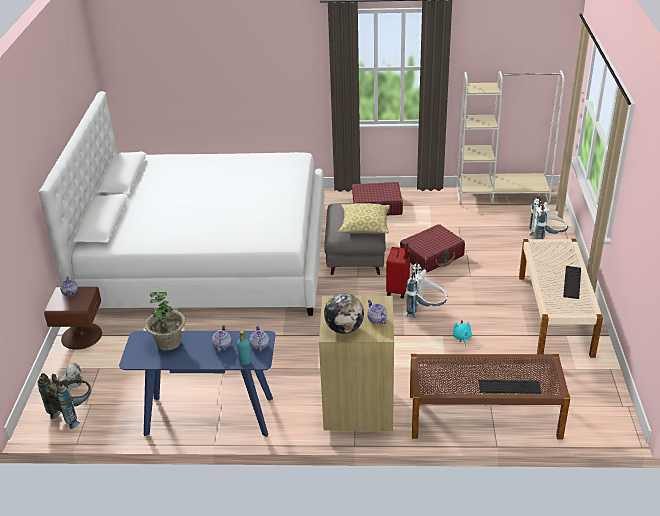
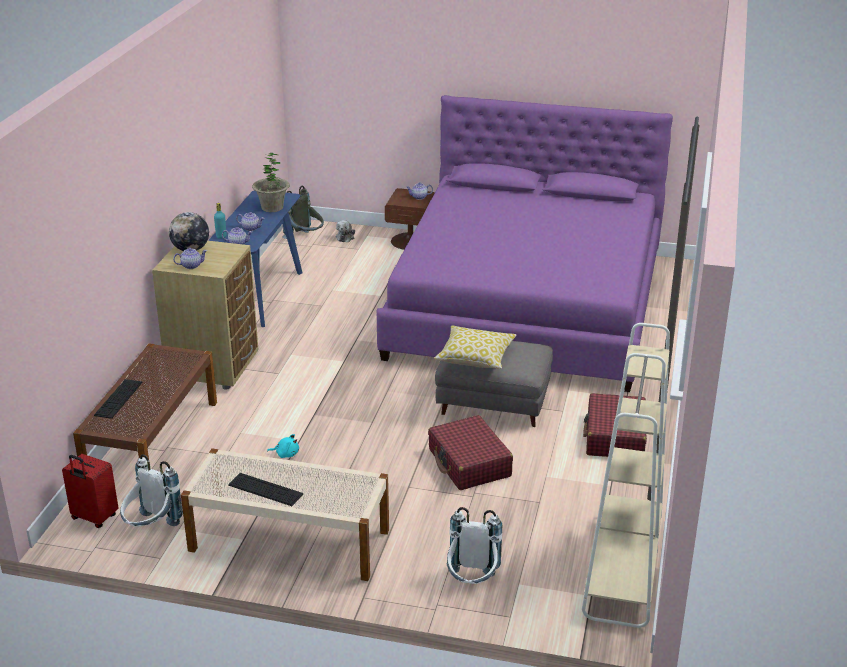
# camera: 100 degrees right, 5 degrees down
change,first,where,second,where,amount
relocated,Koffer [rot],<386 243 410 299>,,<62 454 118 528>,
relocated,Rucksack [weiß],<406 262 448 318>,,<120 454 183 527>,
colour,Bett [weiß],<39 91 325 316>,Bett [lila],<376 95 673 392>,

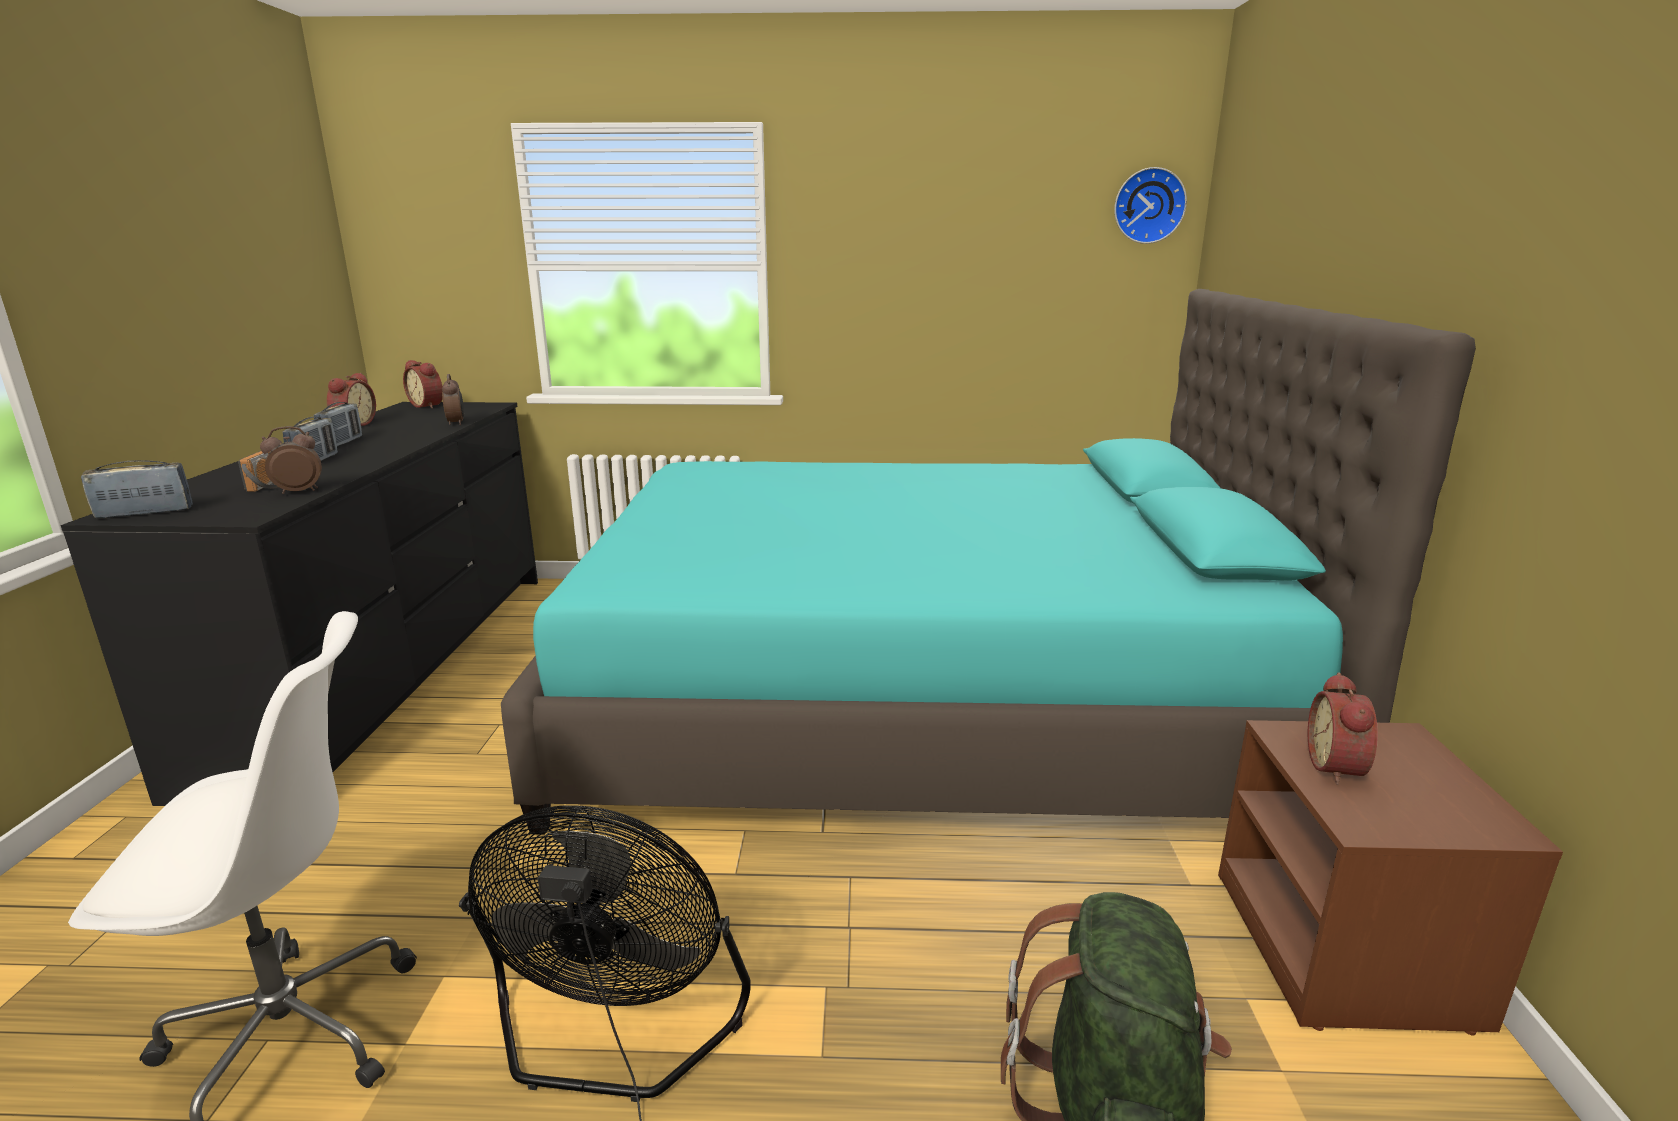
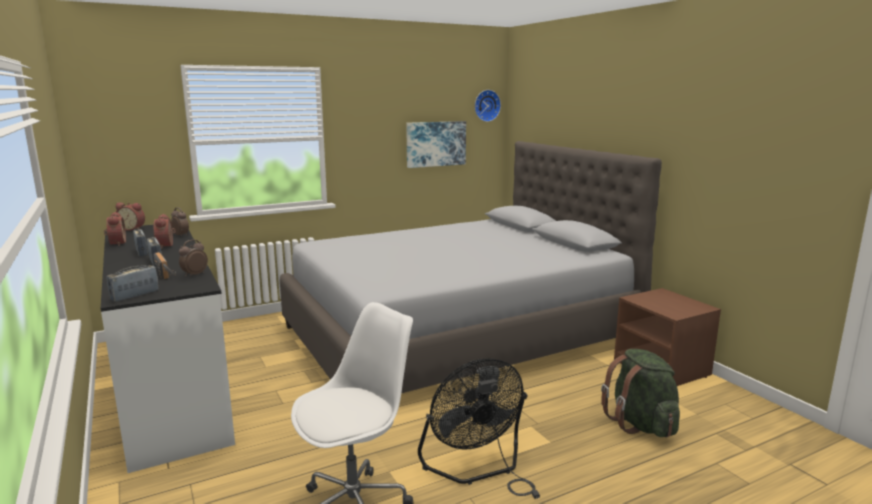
# camera: 30 degrees left, 5 degrees down
change,first,where,second,where,amount
colour,Kommode [schwarz],<61 402 538 806>,Kommode [weiß],<101 225 235 473>,
relocated,Wecker,<1308 673 1378 785>,,<154 214 176 249>,
colour,Bett [türkis],<501 289 1476 835>,Bett [grau],<280 141 662 393>,
appeared,,,Bild,<406 121 466 168>,

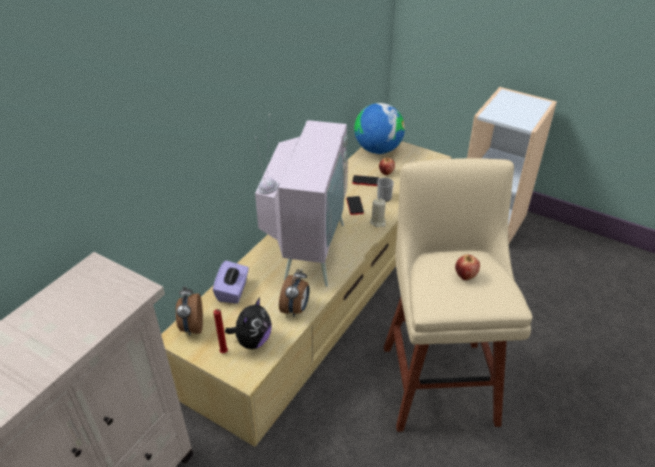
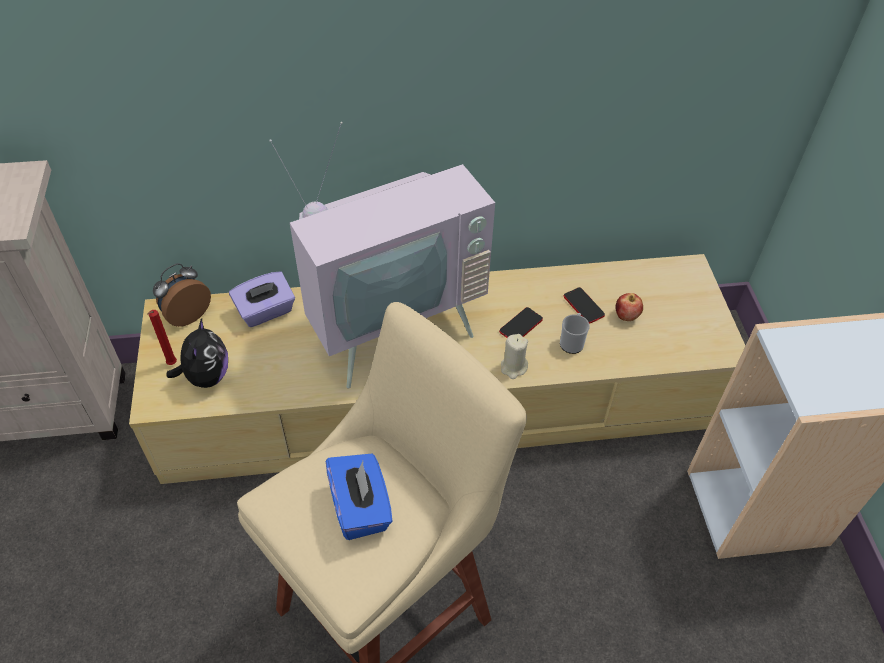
# camera: 50 degrees right, 10 degrees up
change,first,where,second,where,amount
spun,Plüschtier,<225 297 271 349>,,<166 318 228 388>,75 degrees counterclockwise
exchanged,Apfel,<455 254 480 280>,Taschentuchbox [blau],<326 454 393 540>,
missing,Wecker,<279 269 310 317>,,,
missing,Globus,<354 103 405 154>,,,

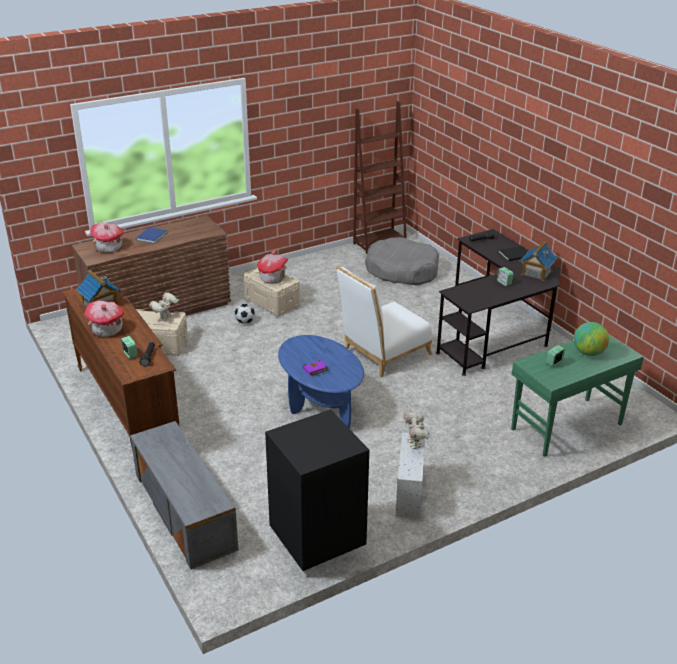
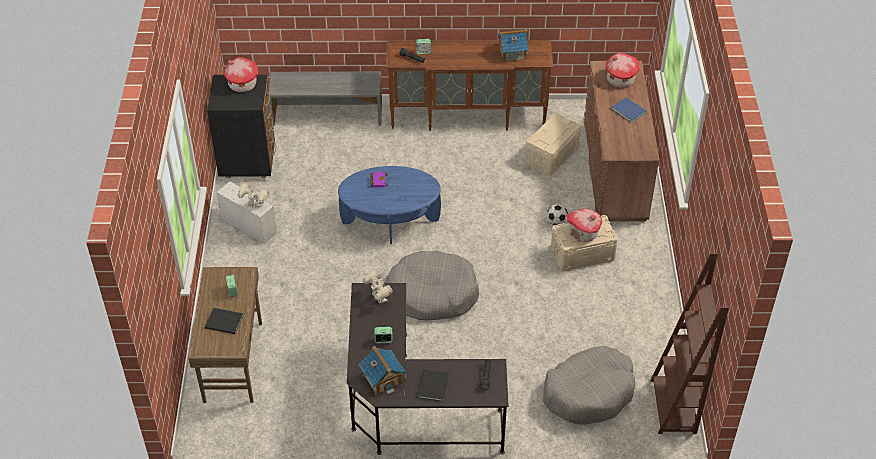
# camera: 120 degrees right, 15 degrees up
change,first,where,second,where,amount
colour,Konsolentisch [grün],<511 335 644 457>,Konsolentisch [braun],<189 267 262 403>,
exchanged,Globus,<574 322 609 356>,Buch [schwarz],<205 308 244 334>,
relocated,Spielzeughaus,<85 300 124 337>,,<224 57 258 92>,
relocated,Spielzeugroboter,<149 292 179 322>,,<362 270 393 304>,
exchanged,Stuhl [weiß],<336 266 432 377>,Hundebett [grau],<385 251 479 320>,

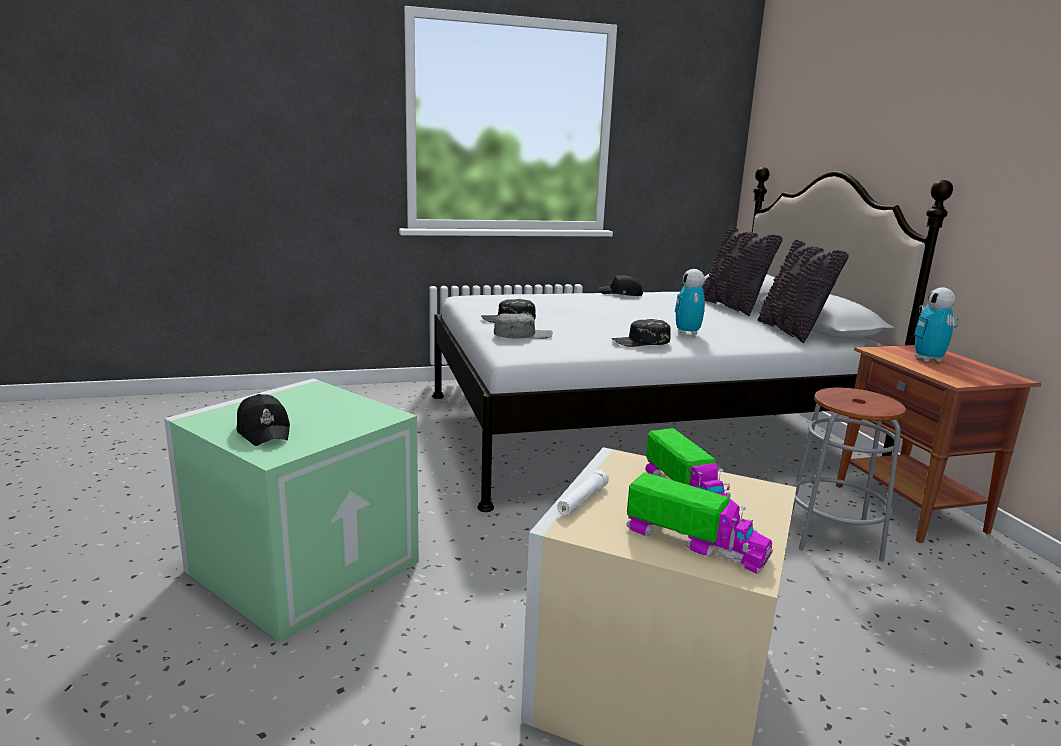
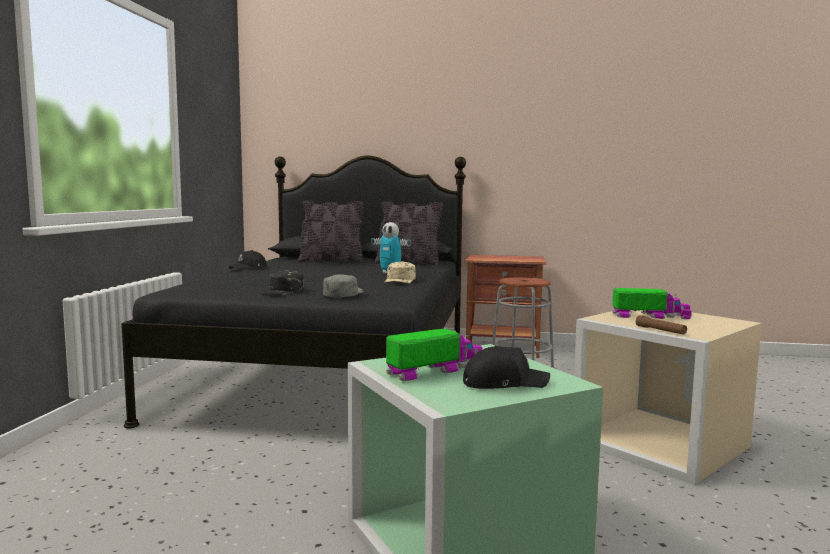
# camera: 65 degrees left, 10 degrees down
change,first,where,second,where,amount
colour,Bett [weiß],<432 167 953 512>,Bett [schwarz],<121 156 466 429>,
colour,Kappe [schwarz],<612 319 671 347>,Kappe [beige],<384 262 416 283>,
relocated,Spielzeuglaster,<626 472 773 574>,,<386 329 482 381>,
colour,Taschenlampe [weiß],<557 470 609 515>,Taschenlampe [braun],<636 315 687 335>,
missing,Spielzeugroboter,<914 287 959 362>,,,

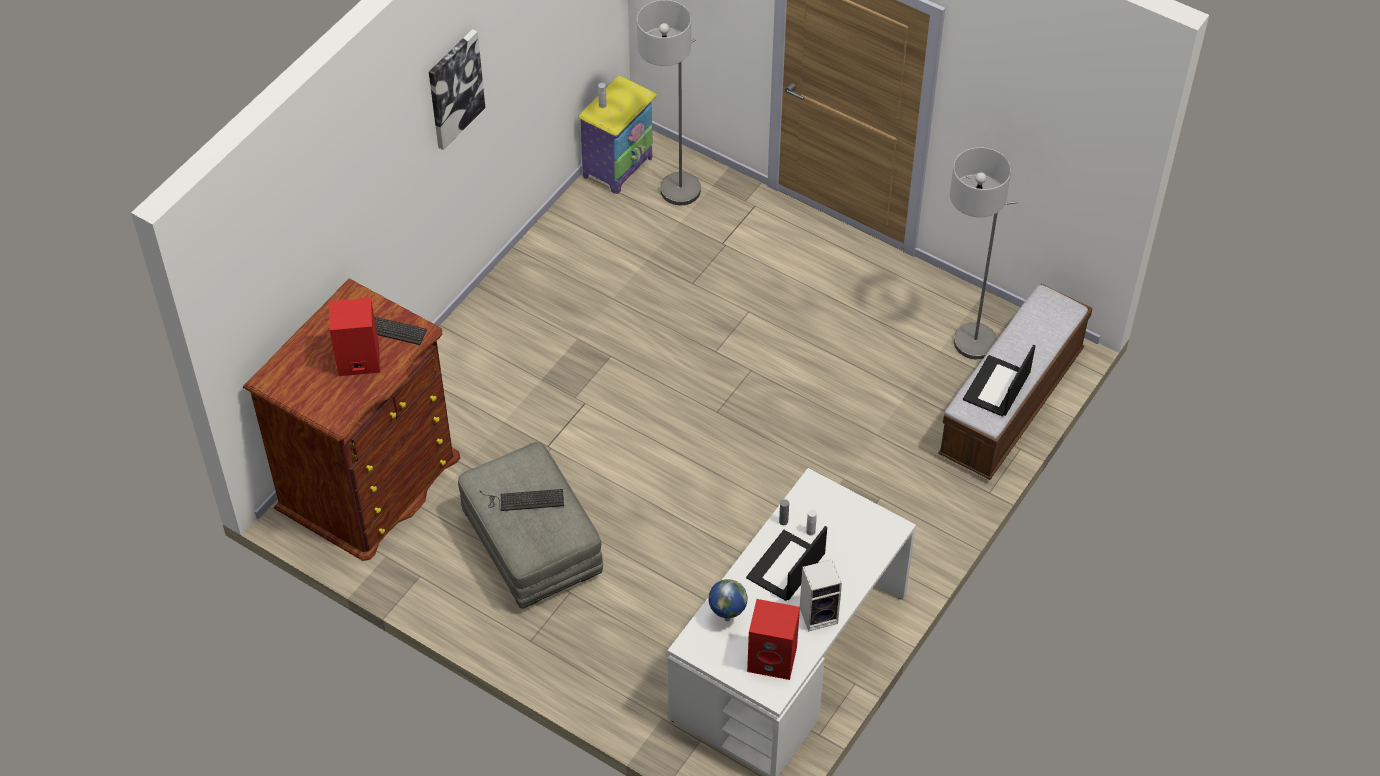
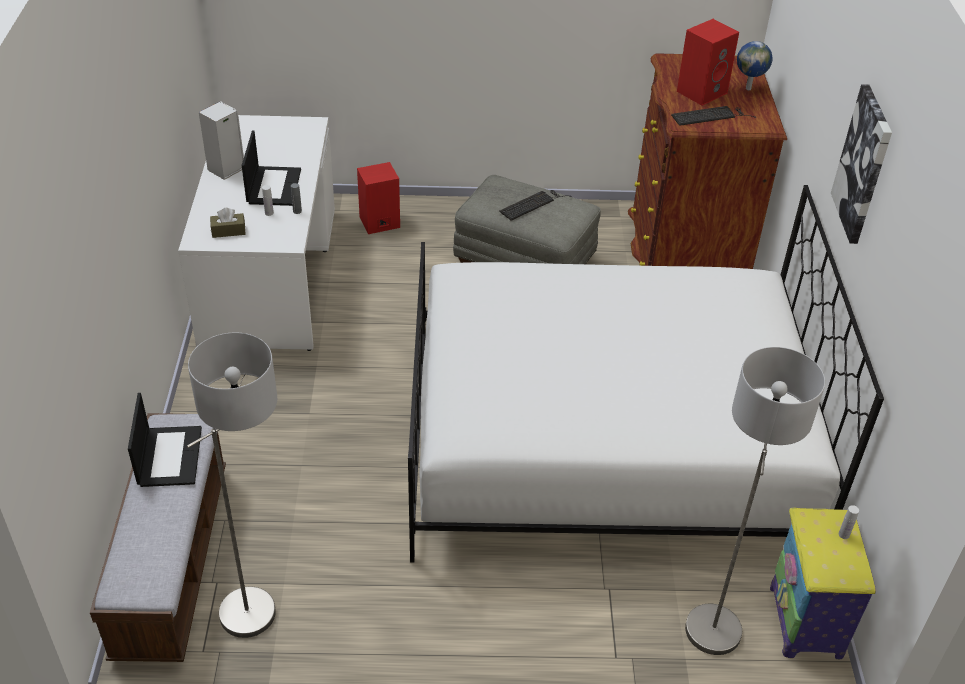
# camera: 145 degrees right, 10 degrees down
change,first,where,second,where,amount
appeared,,,Taschentuchbox [braun],<210 208 246 238>,
relocated,Lautsprecher [rot],<747 599 800 680>,,<357 162 400 234>,
appeared,,,Bett [weiß],<408 185 884 563>,
relocated,Globus,<708 579 747 622>,,<737 41 773 90>,

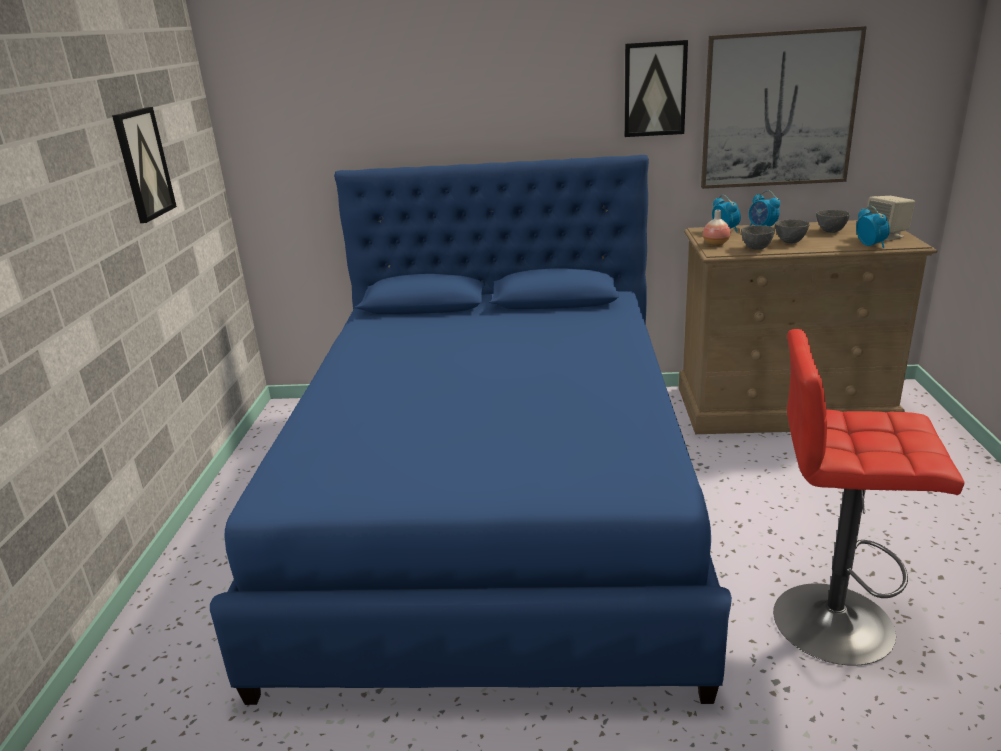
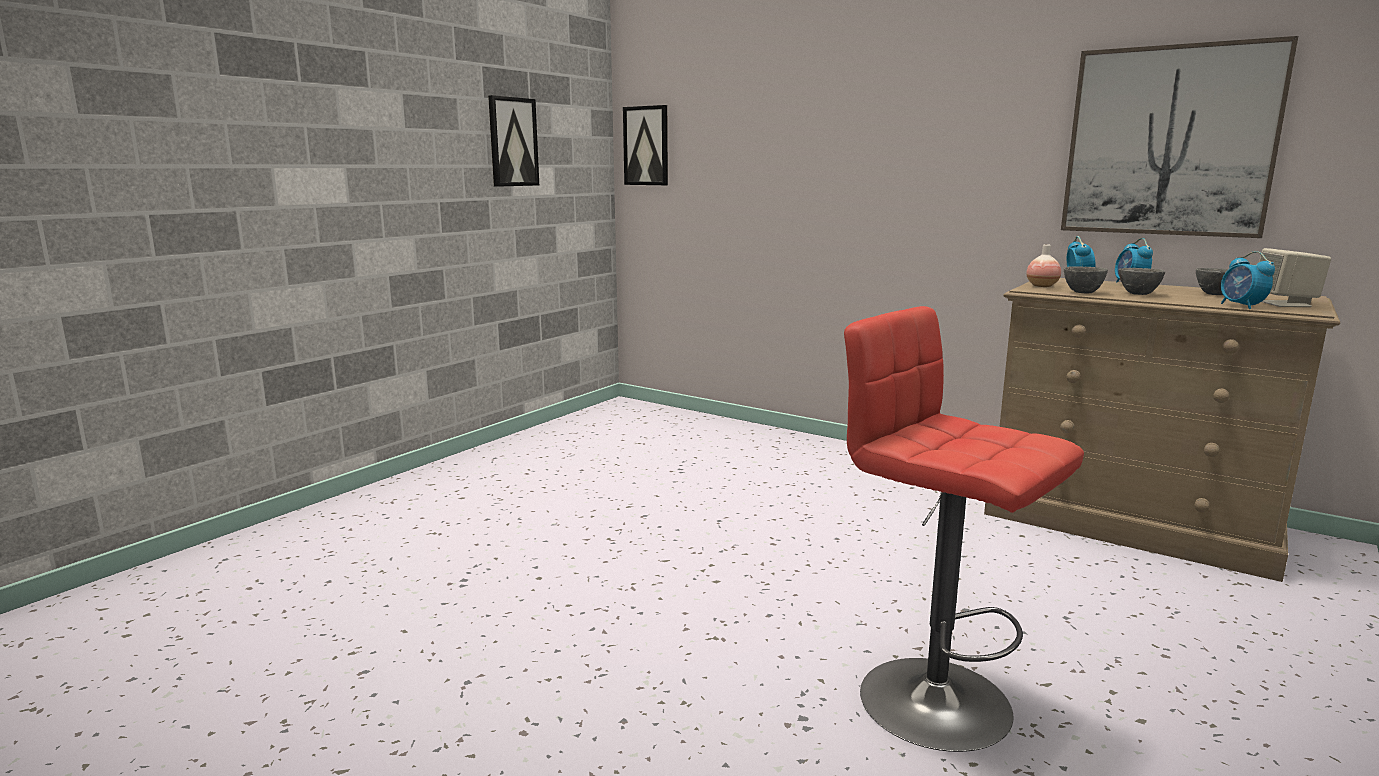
# camera: 30 degrees right, 10 degrees down
change,first,where,second,where,amount
relocated,Bild,<624 40 688 137>,,<623 105 668 185>,
spun,Wecker,<856 206 890 248>,,<1221 251 1275 309>,150 degrees clockwise
missing,Bett [blau],<210 155 732 705>,,,

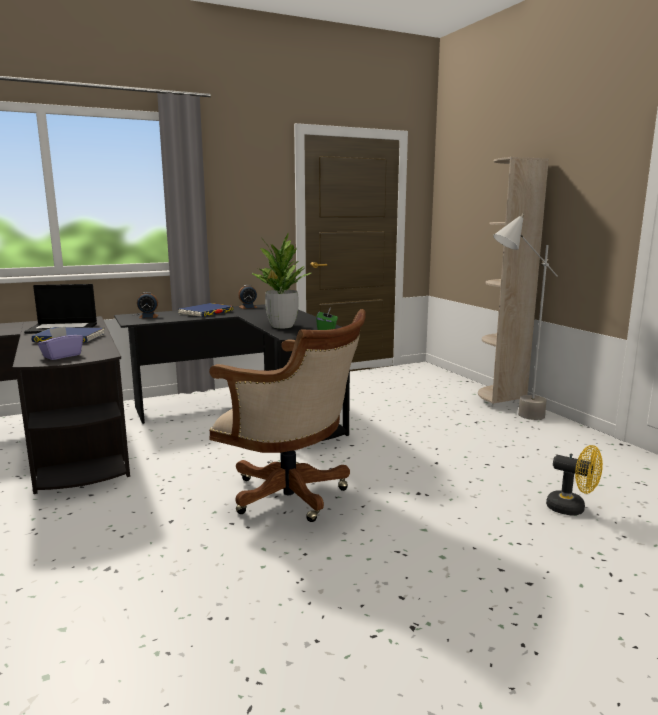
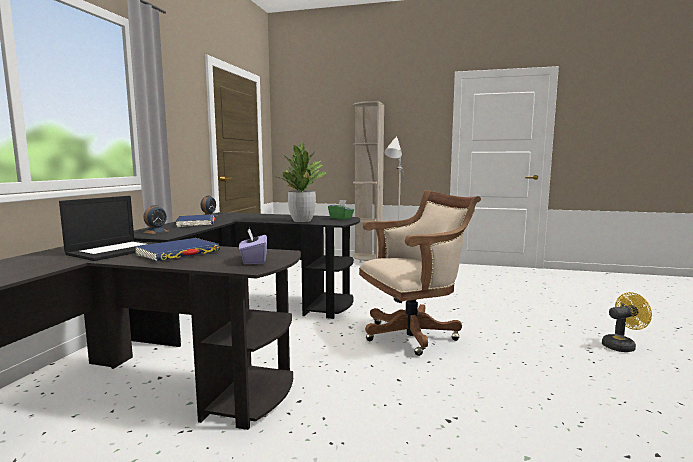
# camera: 50 degrees left, 5 degrees down
change,first,where,second,where,amount
relocated,Ventilator [gelb],<546 445 603 516>,,<602 292 652 352>,

